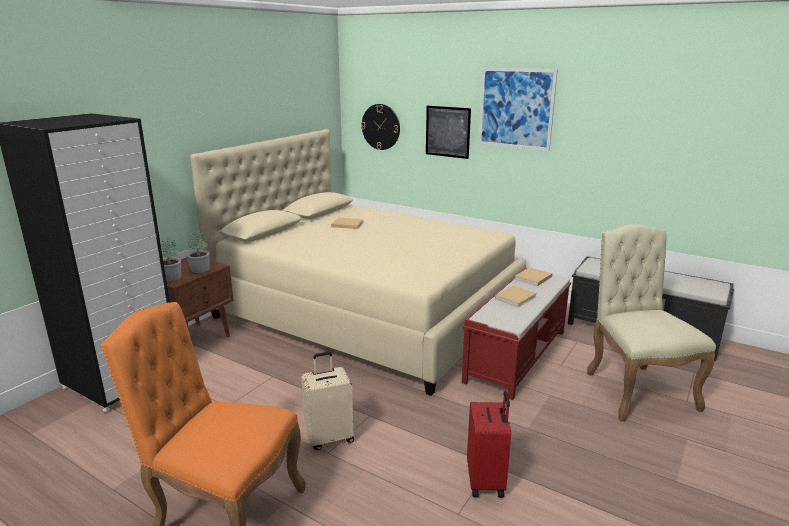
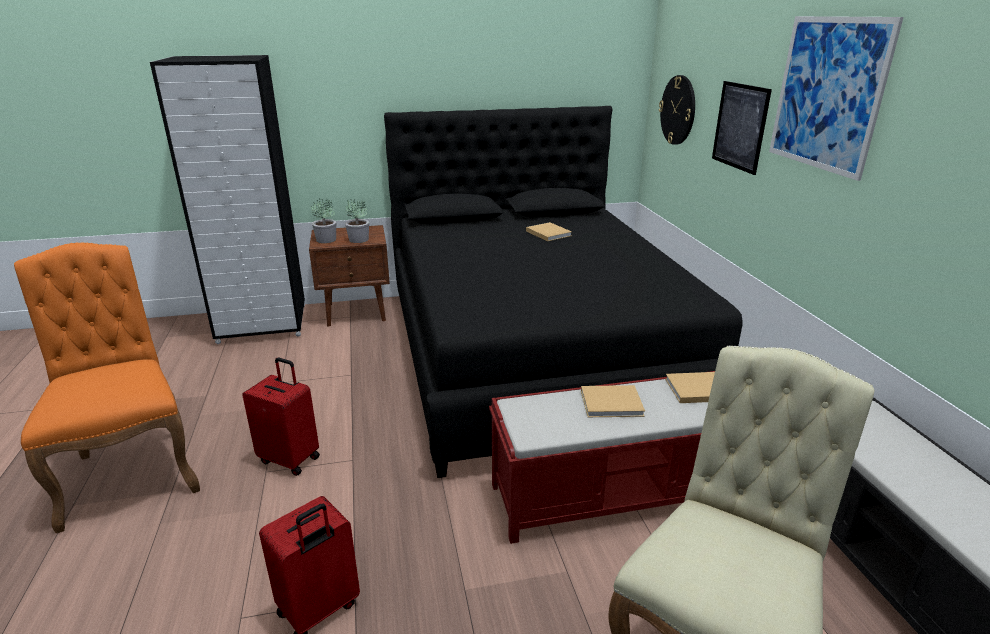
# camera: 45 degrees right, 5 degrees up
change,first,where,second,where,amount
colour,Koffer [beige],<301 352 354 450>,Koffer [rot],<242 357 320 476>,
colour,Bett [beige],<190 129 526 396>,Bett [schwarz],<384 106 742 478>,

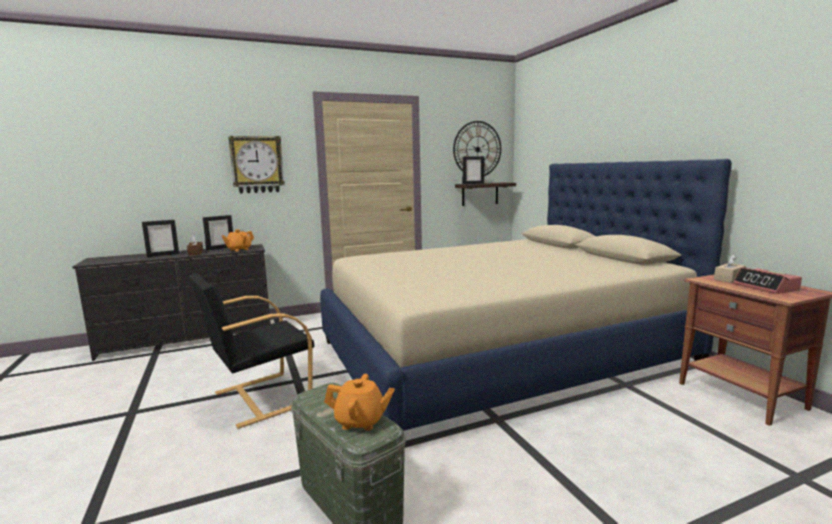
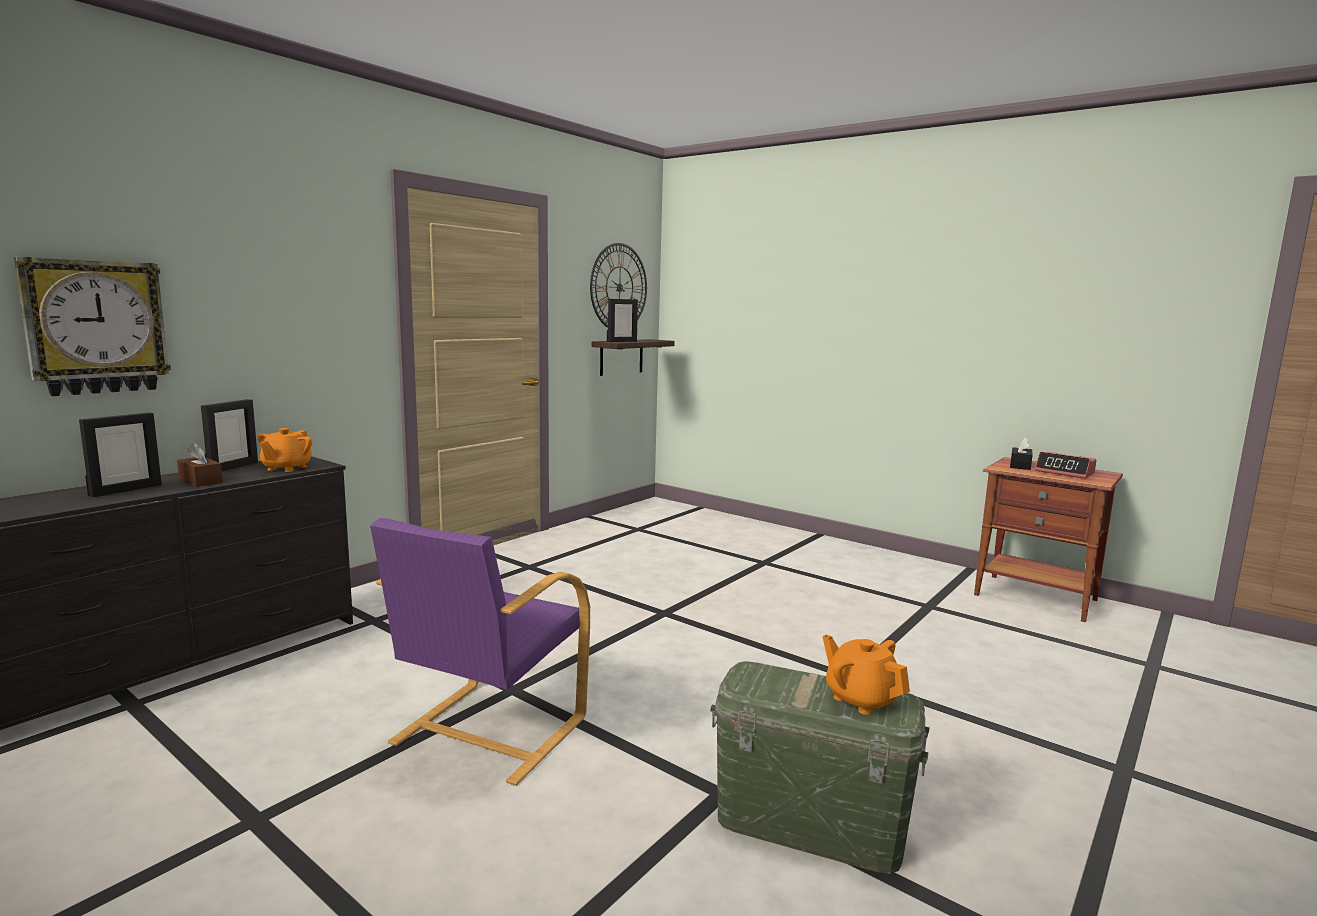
# camera: 30 degrees left, 0 degrees up
change,first,where,second,where,amount
relocated,Wanduhr,<228 136 285 194>,,<14 257 171 396>,
colour,Sessel [schwarz],<188 273 314 429>,Sessel [lila],<370 518 590 786>,
spun,Teekanne [orange],<324 374 395 431>,,<823 635 910 715>,105 degrees counterclockwise
colour,Taschentuchbox [beige],<714 254 746 283>,Taschentuchbox [schwarz],<1010 437 1032 470>,
missing,Bett [beige],<320 159 732 431>,,,

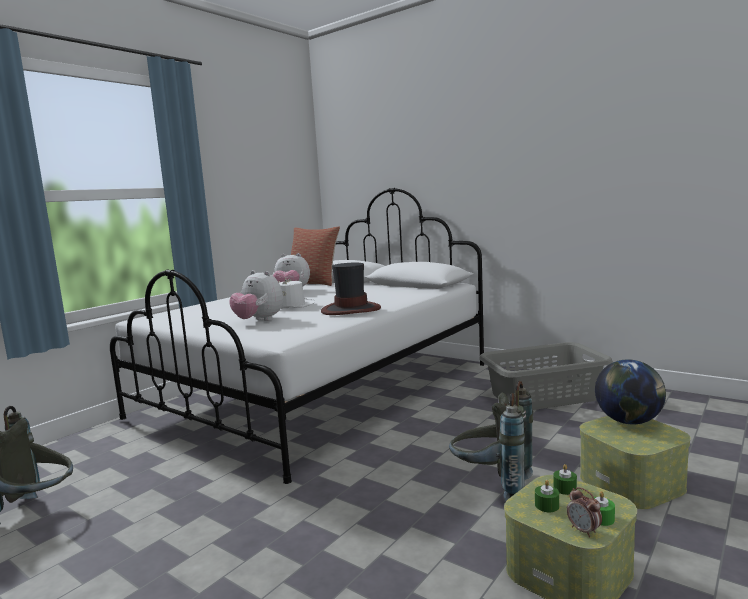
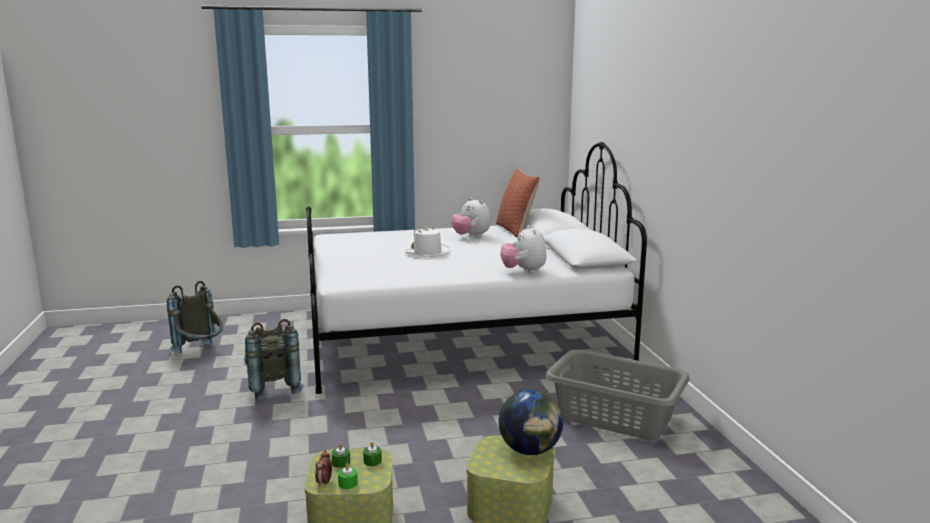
# camera: 40 degrees right, 5 degrees up
change,first,where,second,where,amount
relocated,Rucksack [grau],<449 381 533 501>,,<244 319 304 401>,
relocated,Plüschtier,<229 270 283 321>,,<500 225 547 274>,
missing,Hut,<321 262 381 315>,,,

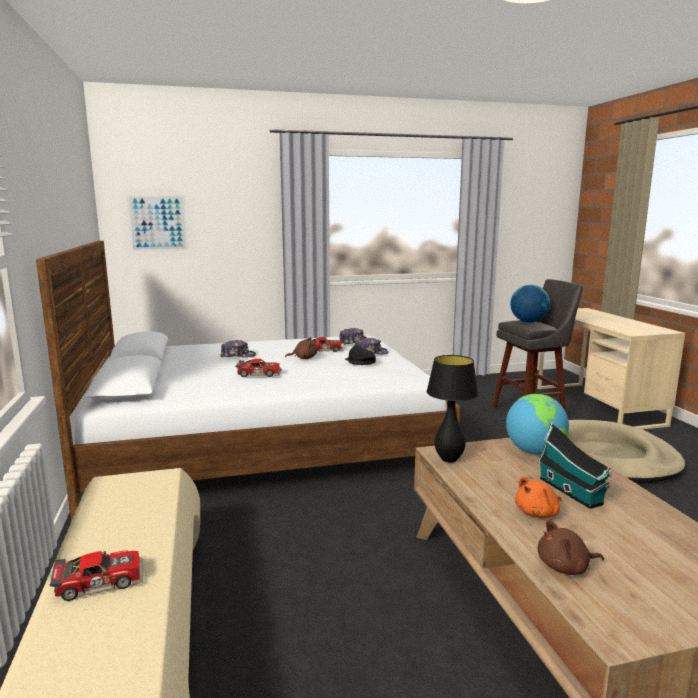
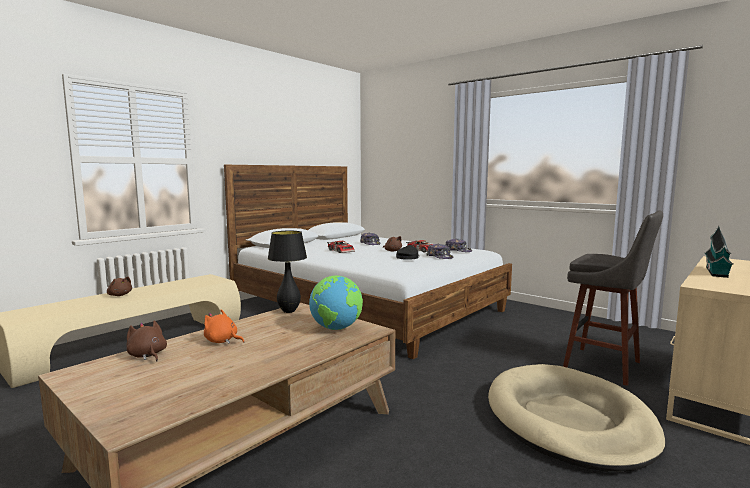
# camera: 55 degrees right, 5 degrees down
change,first,where,second,where,amount
exchanged,Spielzeugauto,<50 550 143 601>,Plüschtier [braun],<107 277 132 296>,
relocated,Spielzeughaus,<538 423 612 509>,,<705 226 734 278>,
missing,Bild,<126 195 188 251>,,,
missing,Globus,<510 285 550 323>,,,

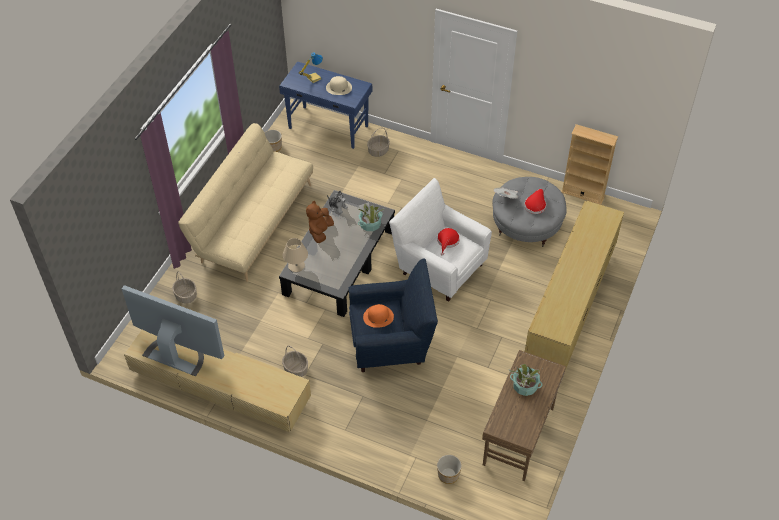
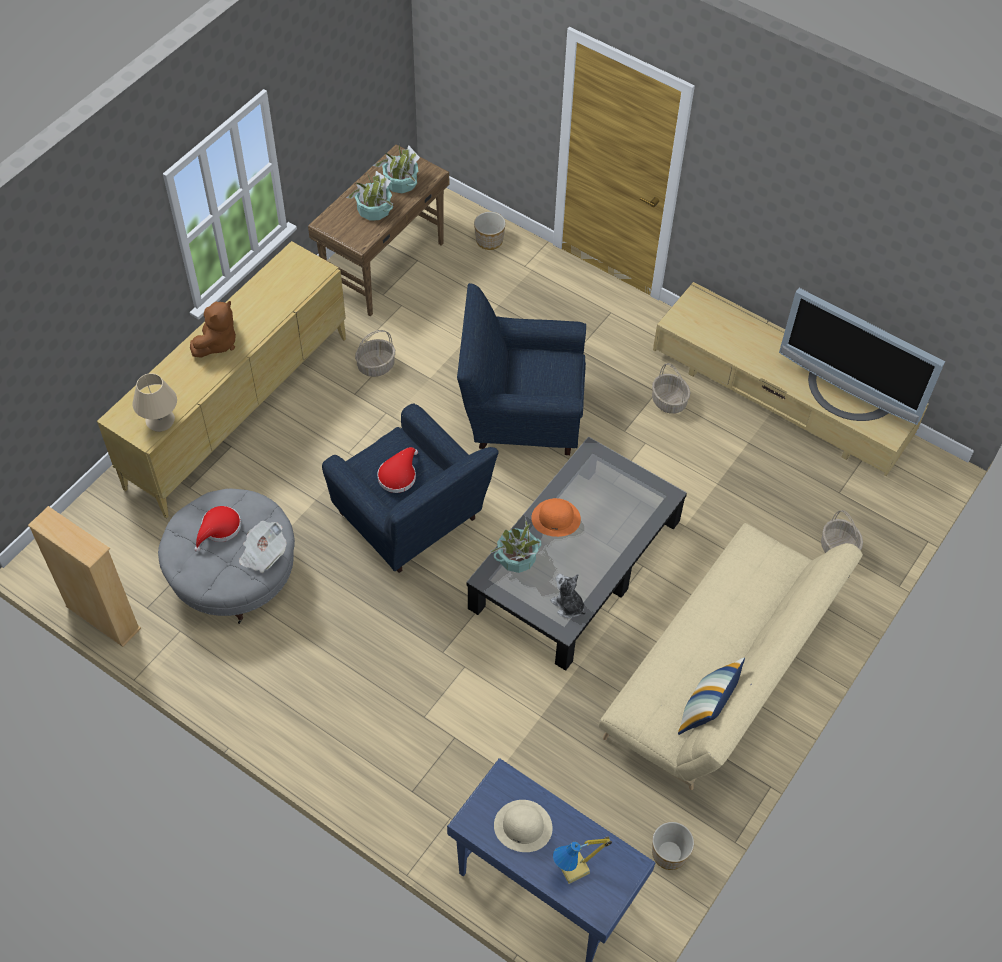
# camera: 170 degrees left, 5 degrees up
change,first,where,second,where,amount
relocated,Tischlampe [beige],<283 238 308 272>,,<133 373 177 432>,
relocated,Plüschtier [braun],<306 201 334 243>,,<190 301 236 358>,
colour,Sessel [weiß],<389 178 492 302>,Sessel [blau],<322 403 499 573>,
relocated,Korb,<367 128 390 157>,,<355 330 395 377>,
appeared,,,Topfpflanze,<372 145 420 193>,
relocated,Hut [orange],<363 304 394 328>,,<531 498 581 537>,
appeared,,,Kissen,<678 658 745 735>,

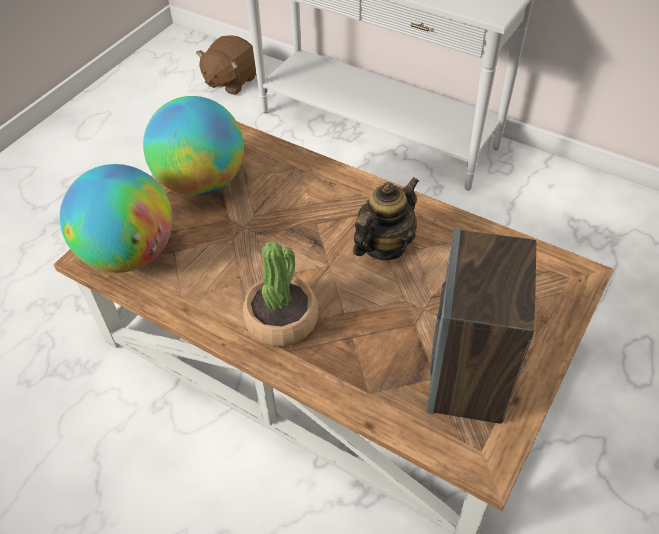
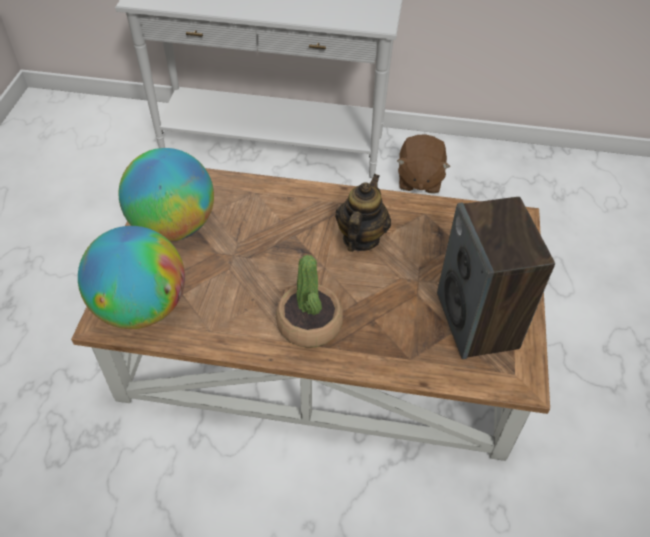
# camera: 25 degrees left, 0 degrees up
change,first,where,second,where,amount
relocated,Plüschtier [braun],<196 35 256 95>,,<397 135 450 194>,

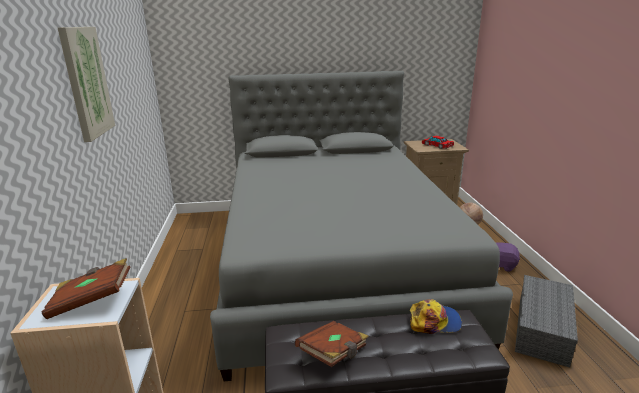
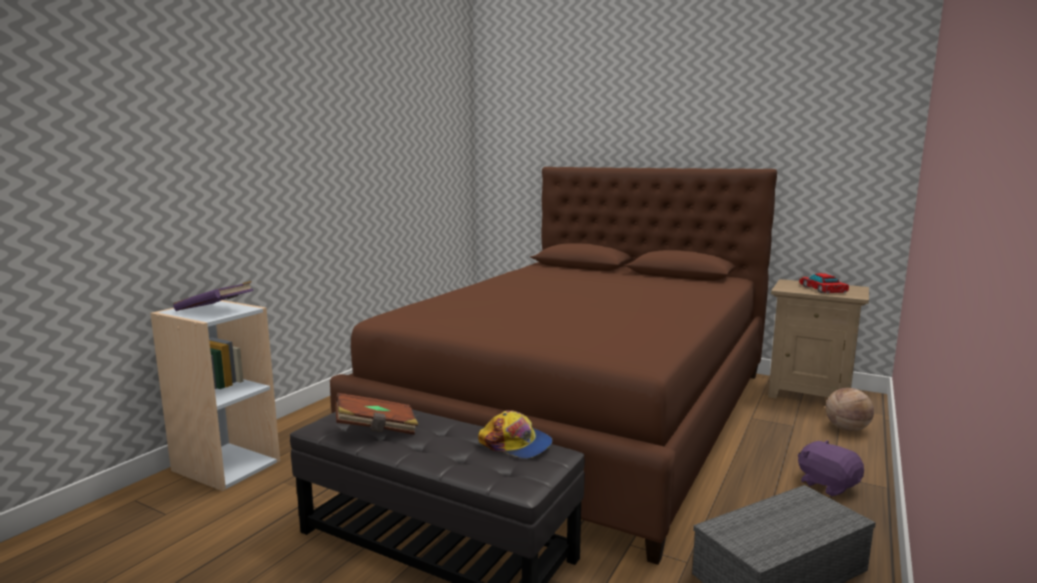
# camera: 35 degrees right, 10 degrees down
change,first,where,second,where,amount
colour,Buch [braun],<42 258 131 319>,Buch [lila],<173 281 253 311>,
colour,Bett [grau],<210 71 513 381>,Bett [braun],<330 167 777 565>,
missing,Bild,<57 27 115 142>,,,

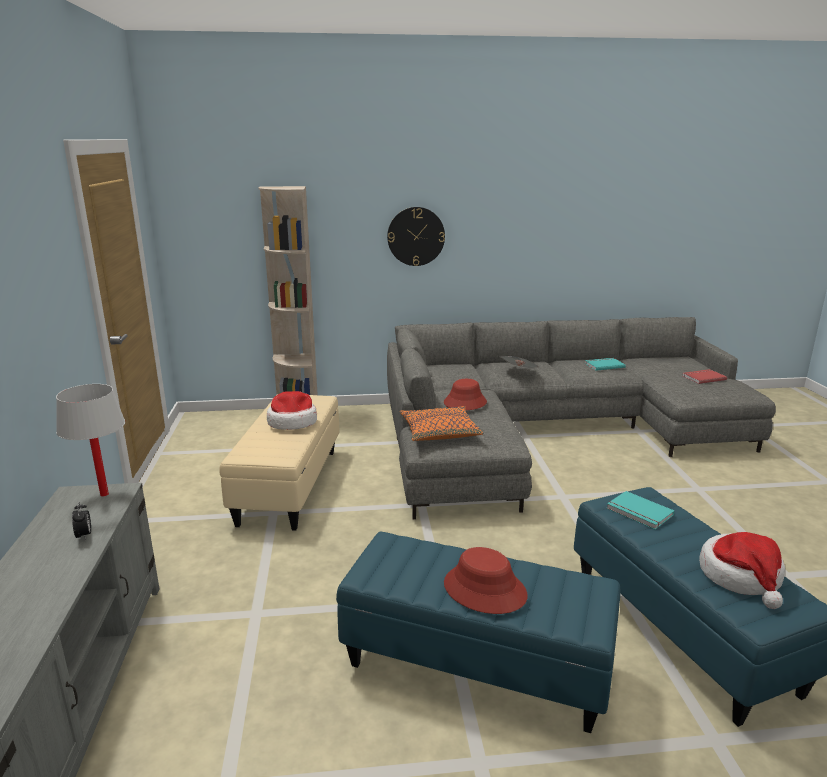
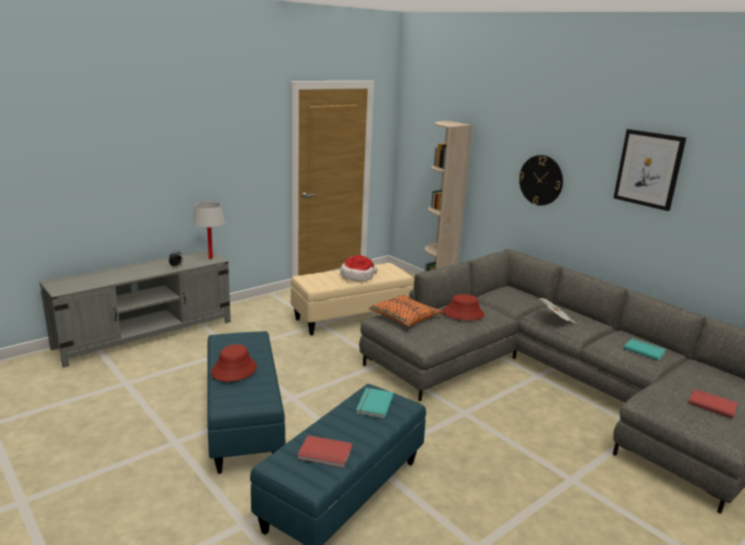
# camera: 55 degrees right, 0 degrees up
change,first,where,second,where,amount
exchanged,Hut,<699 532 785 609>,Buch [rot],<297 435 352 468>,
appeared,,,Bild,<614 129 686 211>,

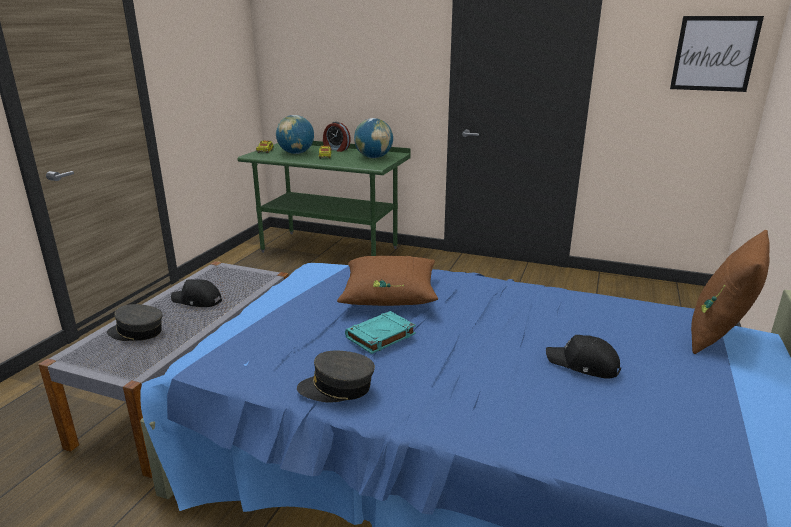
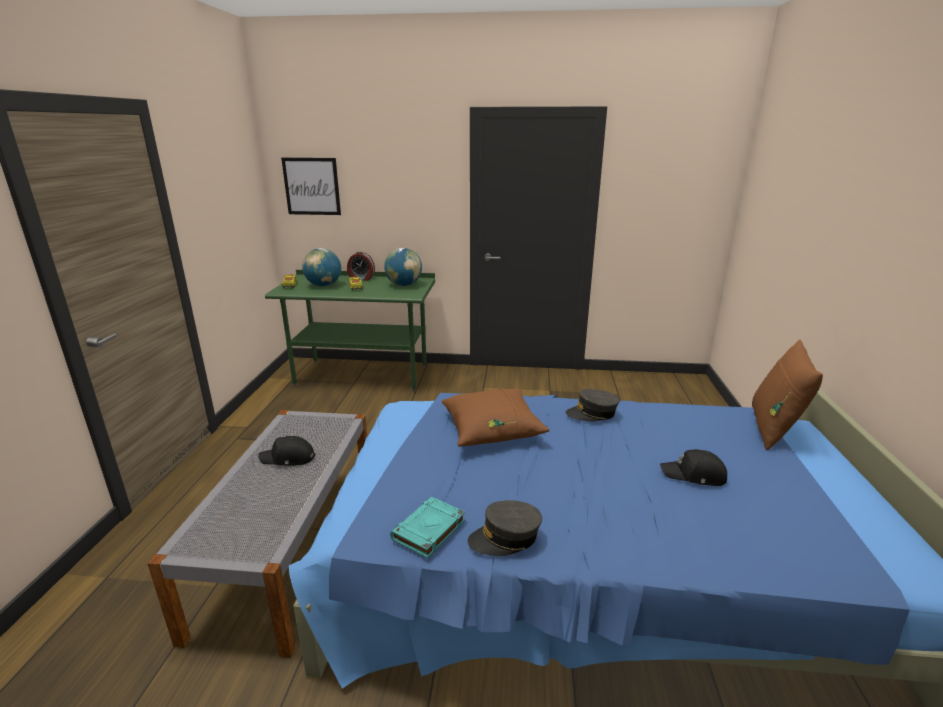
# camera: 15 degrees left, 0 degrees up
change,first,where,second,where,amount
relocated,Bild,<670 16 764 92>,,<281 158 341 215>,
relocated,Buch [türkis],<345 311 416 354>,,<390 497 465 558>,
relocated,Kappe [grau],<107 304 163 341>,,<566 389 620 422>,

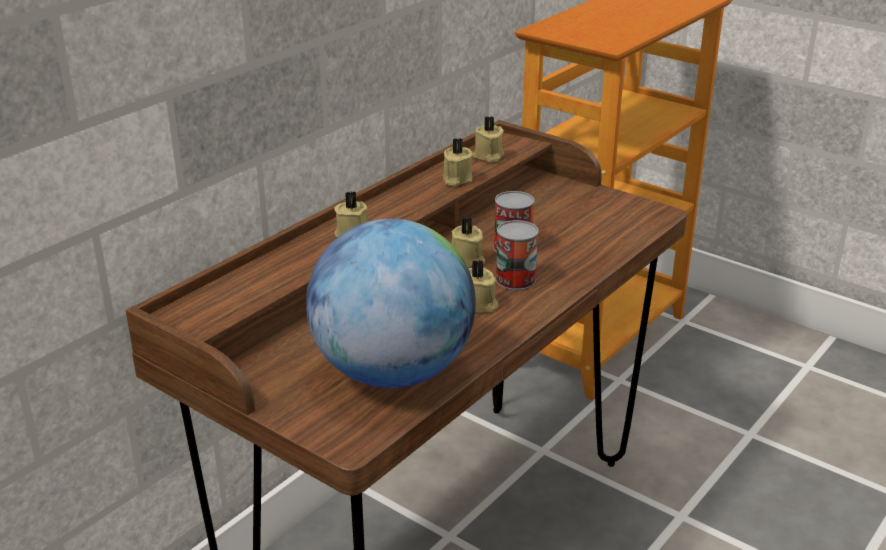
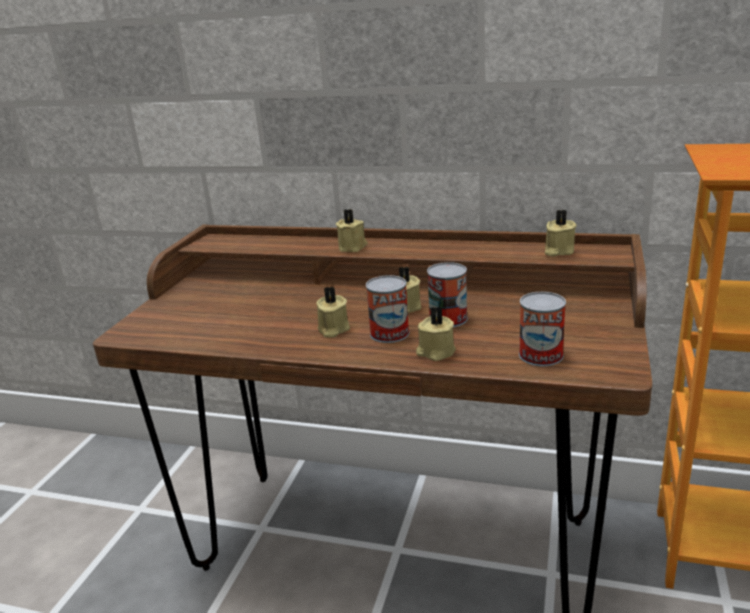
# camera: 70 degrees right, 5 degrees down
change,first,where,second,where,amount
relocated,Kerze [beige],<443 138 473 186>,,<416 307 456 361>,
appeared,,,Dose,<519 292 566 366>,
missing,Globus,<306 219 476 388>,,,

